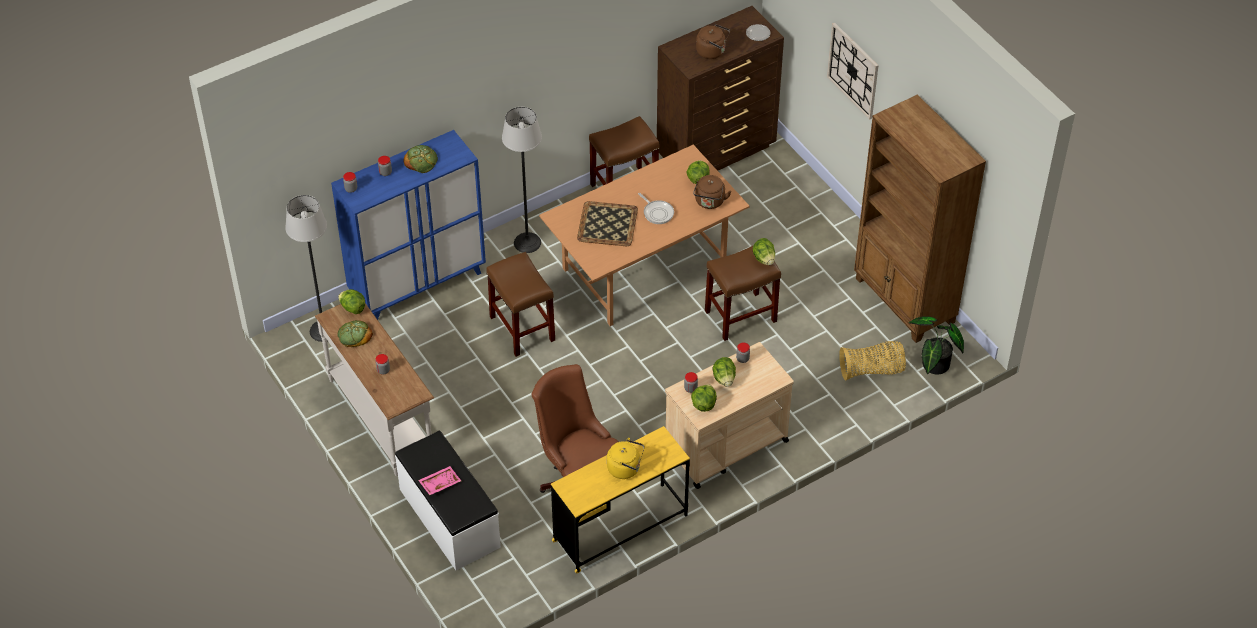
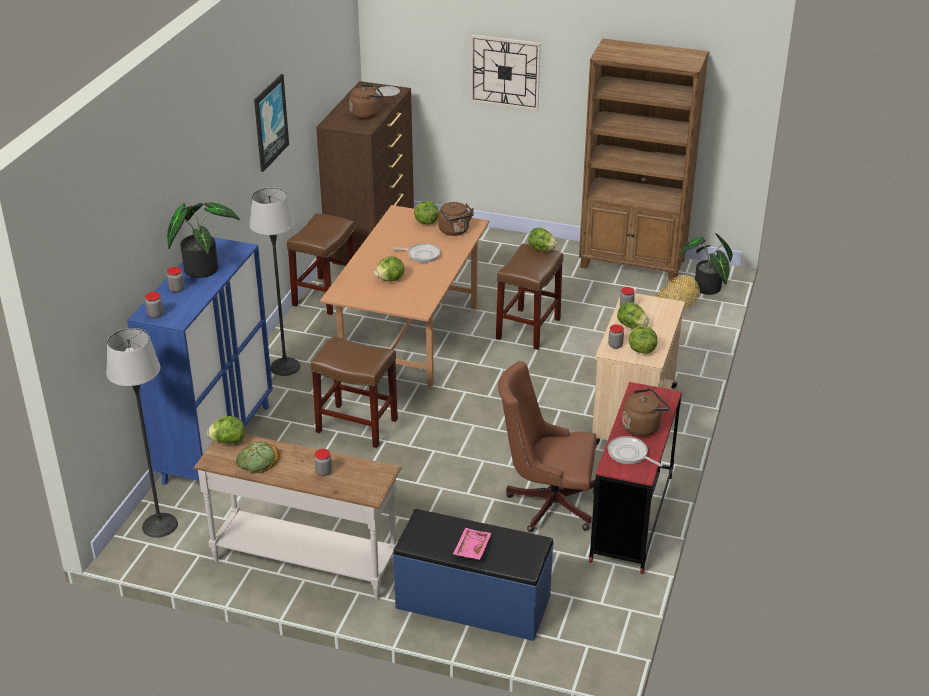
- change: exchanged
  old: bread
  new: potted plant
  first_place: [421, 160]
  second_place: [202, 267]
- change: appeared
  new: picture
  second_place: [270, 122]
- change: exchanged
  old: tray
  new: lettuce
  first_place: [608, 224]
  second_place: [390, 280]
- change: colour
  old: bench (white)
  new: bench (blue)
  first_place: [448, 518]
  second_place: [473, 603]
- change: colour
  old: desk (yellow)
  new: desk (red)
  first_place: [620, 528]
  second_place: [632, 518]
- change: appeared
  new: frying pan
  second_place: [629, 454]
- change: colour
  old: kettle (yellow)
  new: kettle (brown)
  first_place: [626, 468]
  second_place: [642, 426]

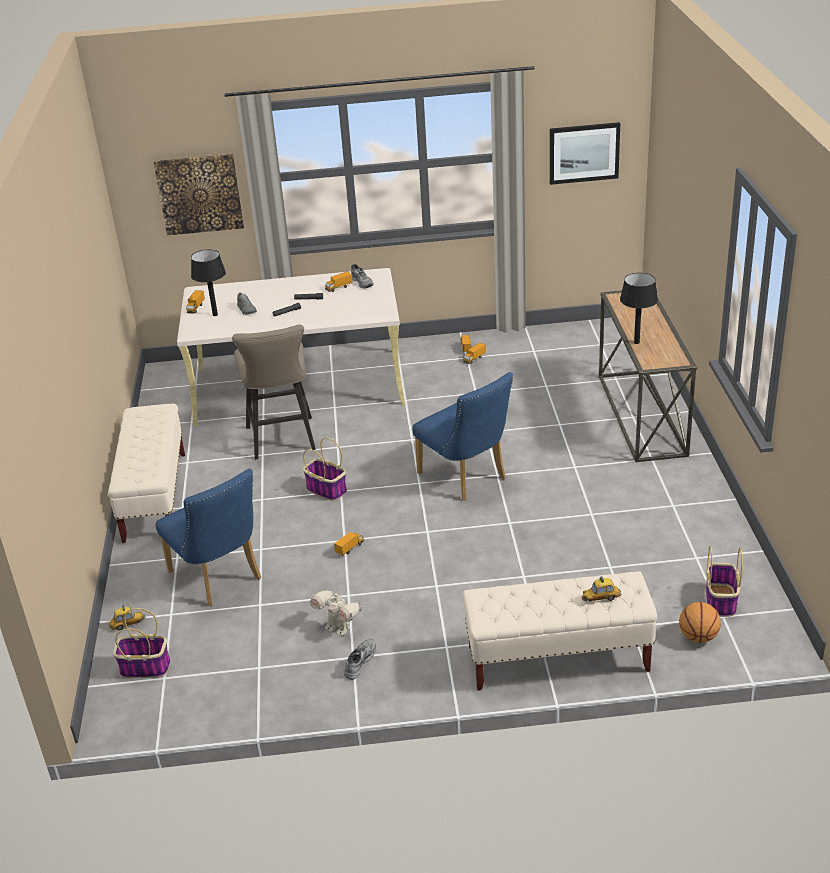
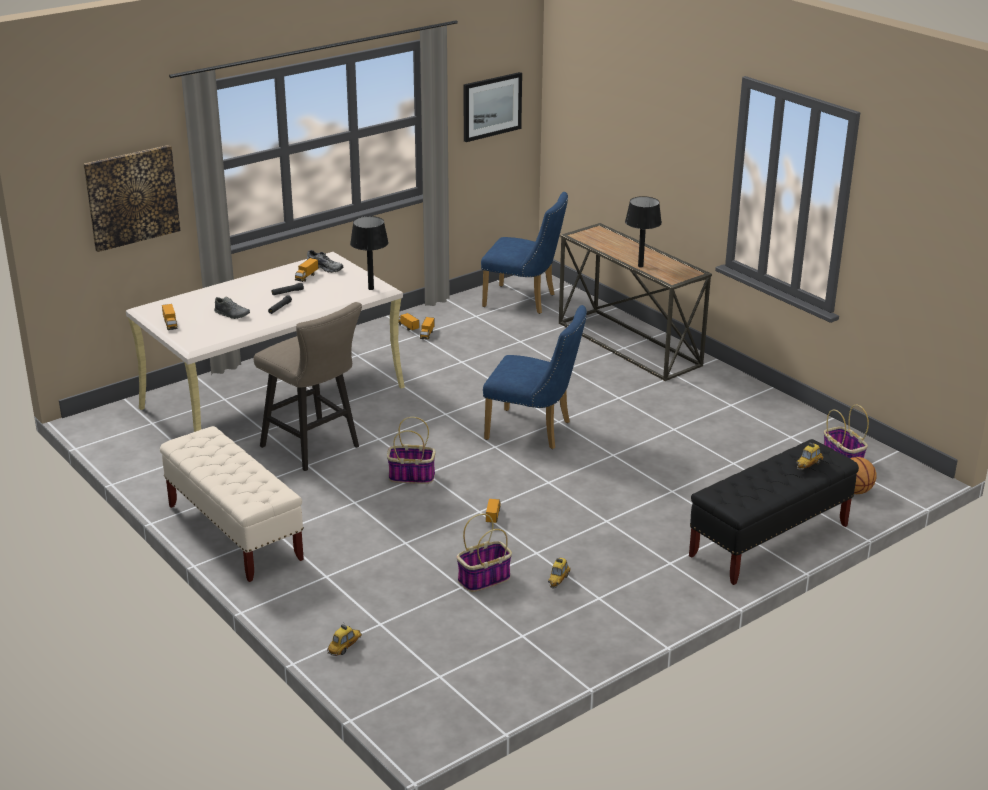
- change: relocated
  old: table lamp (black)
  first_place: [215, 315]
  second_place: [371, 289]
- change: relocated
  old: basket
  first_place: [144, 668]
  second_place: [483, 579]
- change: relocated
  old: chair (blue)
  first_place: [219, 579]
  second_place: [524, 301]
- change: exchanged
  old: toy robot
  new: toy car
  first_place: [338, 627]
  second_place: [558, 580]
- change: colour
  old: bench (beige)
  new: bench (black)
  first_place: [557, 659]
  second_place: [769, 541]
- change: missing
  old: shoe (grey)
  first_place: [359, 661]

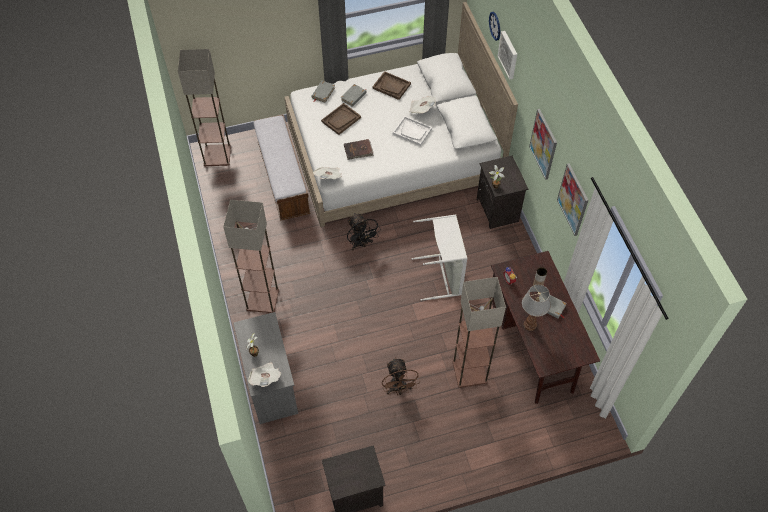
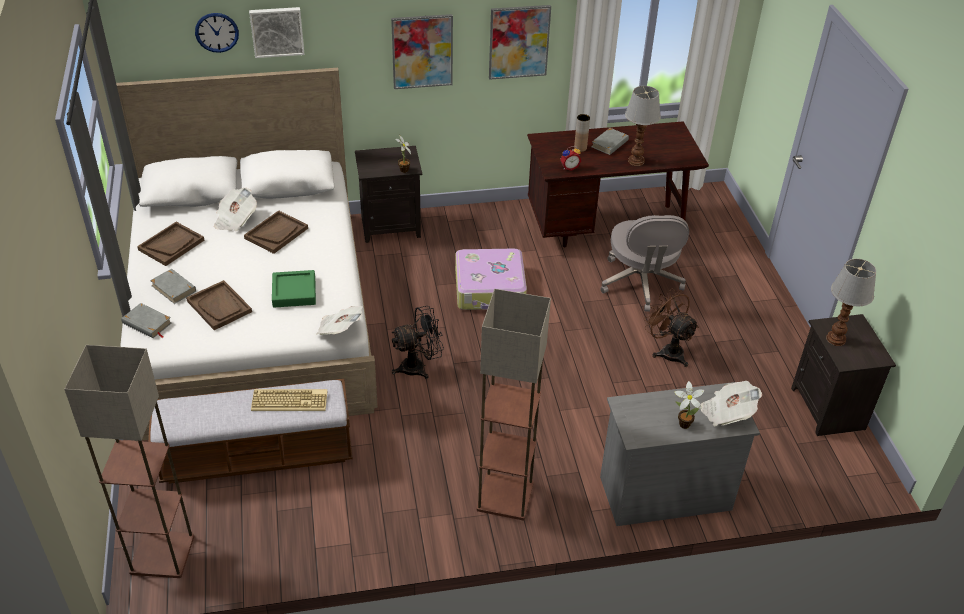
- change: colour
  old: tray (white)
  new: tray (brown)
  first_place: [412, 131]
  second_place: [276, 233]
- change: appeared
  new: keyboard
  second_place: [290, 400]
- change: exchanged
  old: book (brown)
  new: tray (green)
  first_place: [358, 150]
  second_place: [294, 292]
- change: exchanged
  old: laundry basket (grey)
  new: suitcase
  first_place: [443, 276]
  second_place: [490, 289]
- change: exchanged
  old: floor lamp
  new: office chair (grey)
  first_place: [469, 371]
  second_place: [640, 283]
- change: spun
  old: fan (brown)
  first_place: [398, 389]
  second_place: [667, 351]
  degrees: -120
- change: appeared
  new: table lamp
  second_place: [836, 339]

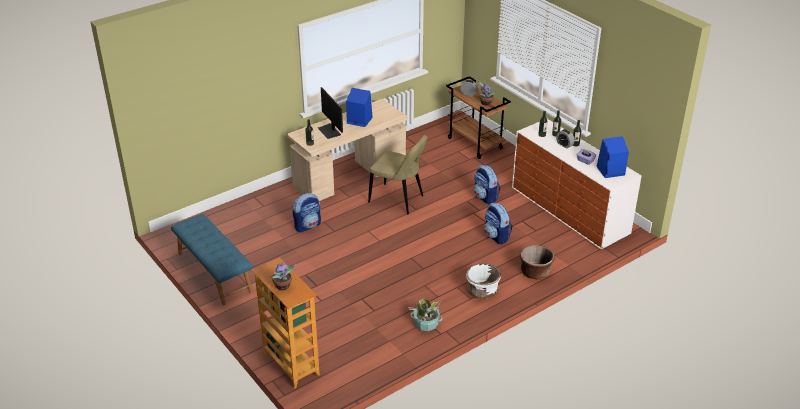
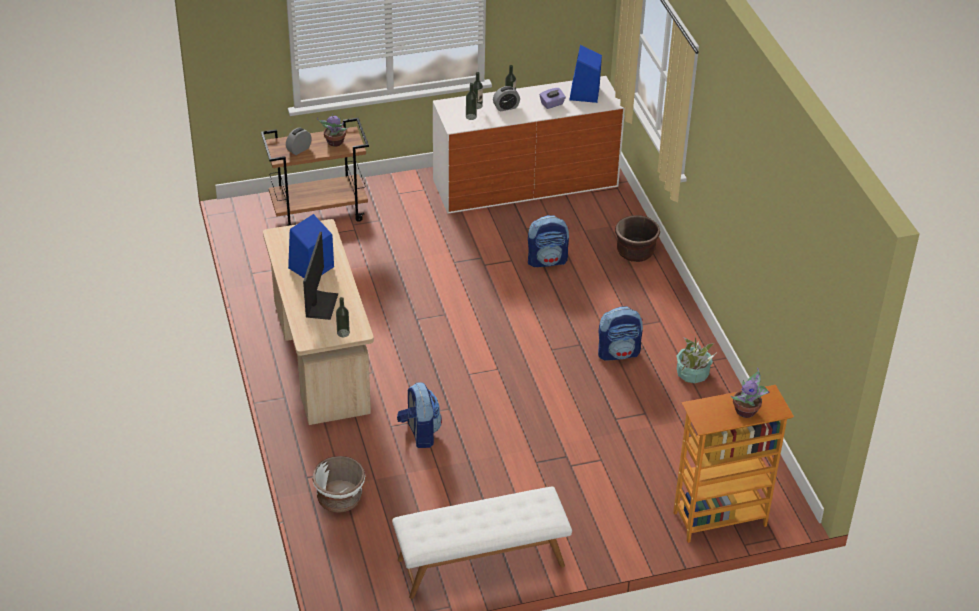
- change: spun
  old: monitor
  first_place: [329, 131]
  second_place: [321, 304]
  degrees: -75
- change: relocated
  old: planter (white)
  first_place: [482, 291]
  second_place: [339, 499]
- change: colour
  old: bench (blue)
  new: bench (white)
  first_place: [214, 273]
  second_place: [481, 563]
- change: relocated
  old: backpack
  first_place: [485, 197]
  second_place: [618, 353]
- change: missing
  old: chair (beige)
  first_place: [398, 200]

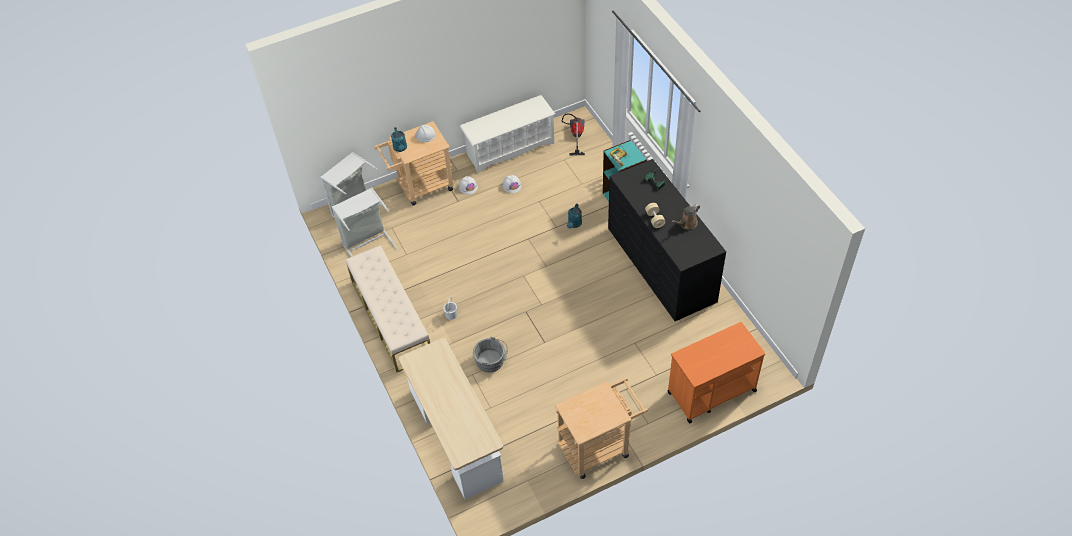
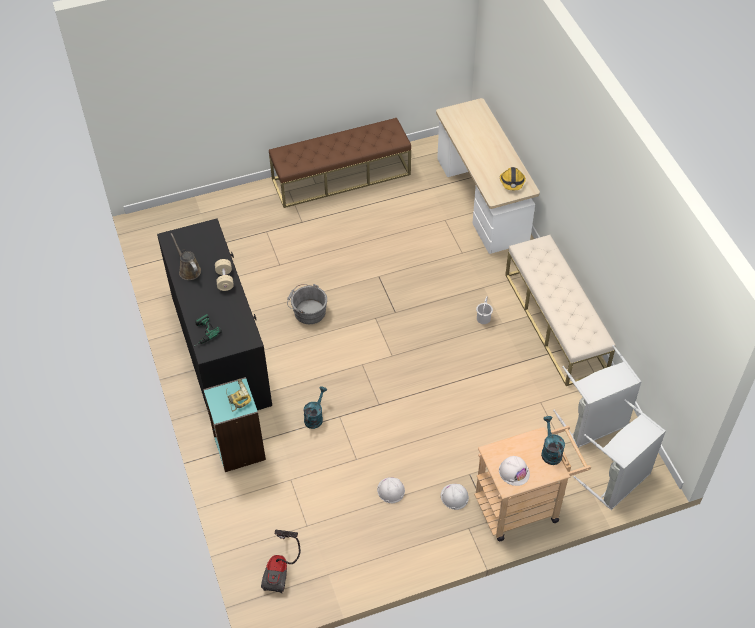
- change: spun
  old: watering can (brown)
  first_place: [687, 224]
  second_place: [188, 270]
  degrees: -90
- change: exchanged
  old: cart (beige)
  new: bench (brown)
  first_place: [599, 446]
  second_place: [341, 177]
- change: relocated
  old: bucket (grey)
  first_place: [491, 361]
  second_place: [308, 311]
- change: appeared
  new: hard hat
  second_place: [512, 182]
- change: missing
  old: shoe rack (white)
  first_place: [510, 148]
- change: missing
  old: cart (orange)
  first_place: [711, 391]

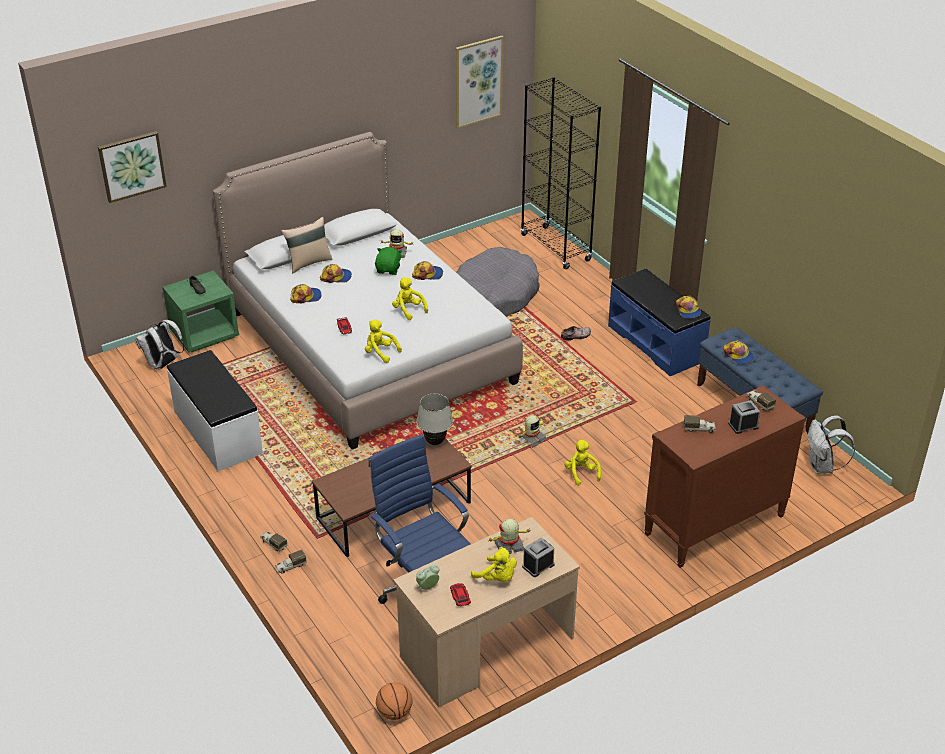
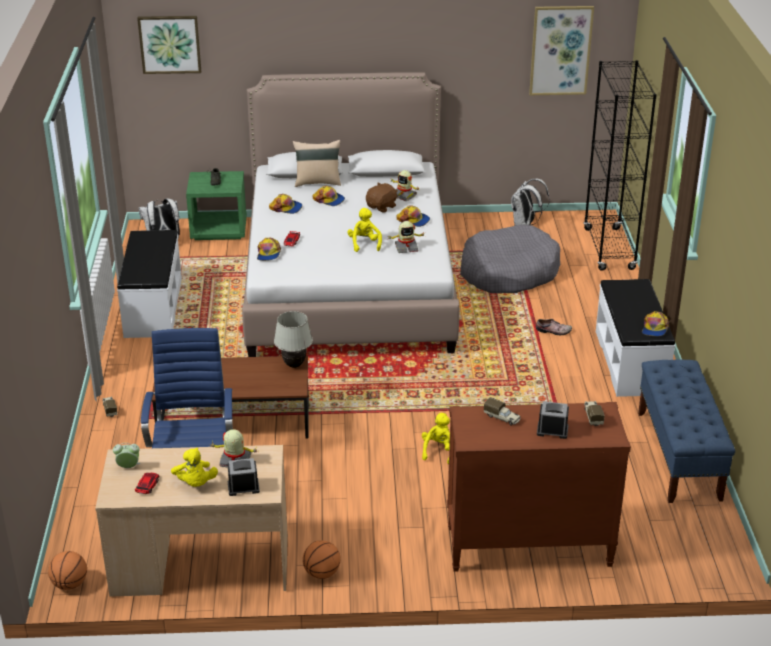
- change: relocated
  old: cap
  first_place: [738, 355]
  second_place: [268, 253]
- change: appeared
  new: basketball
  second_place: [322, 573]
- change: colour
  old: plush toy (green)
  new: plush toy (brown)
  first_place: [388, 269]
  second_place: [382, 207]
- change: relocated
  old: toy robot
  first_place: [532, 439]
  second_place: [406, 248]
- change: relocated
  old: backpack (white)
  first_place: [822, 467]
  second_place: [525, 225]
- change: colour
  old: bench (blue)
  new: bench (white)
  first_place: [656, 343]
  second_place: [631, 362]
- change: missing
  old: toy truck
  first_place: [290, 566]
- change: missing
  old: plush toy (yellow)
  first_place: [380, 353]

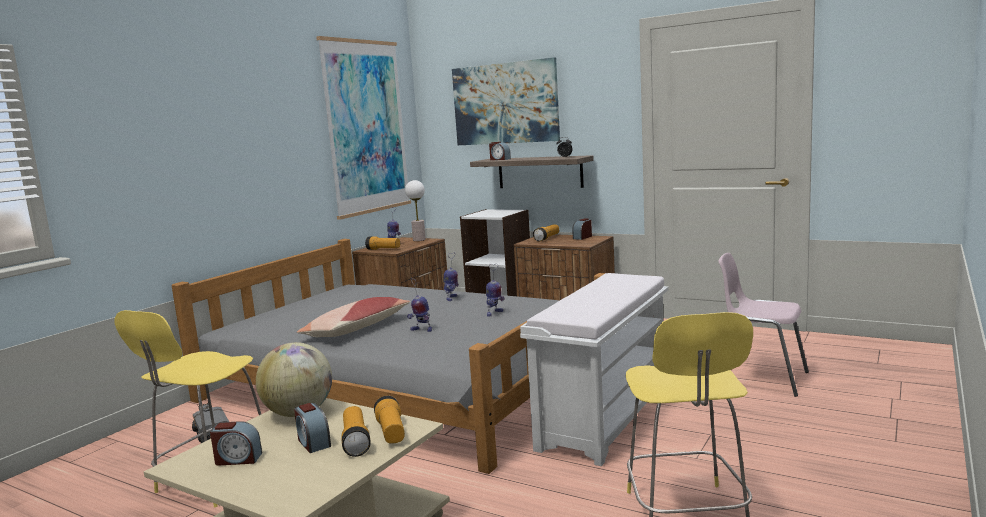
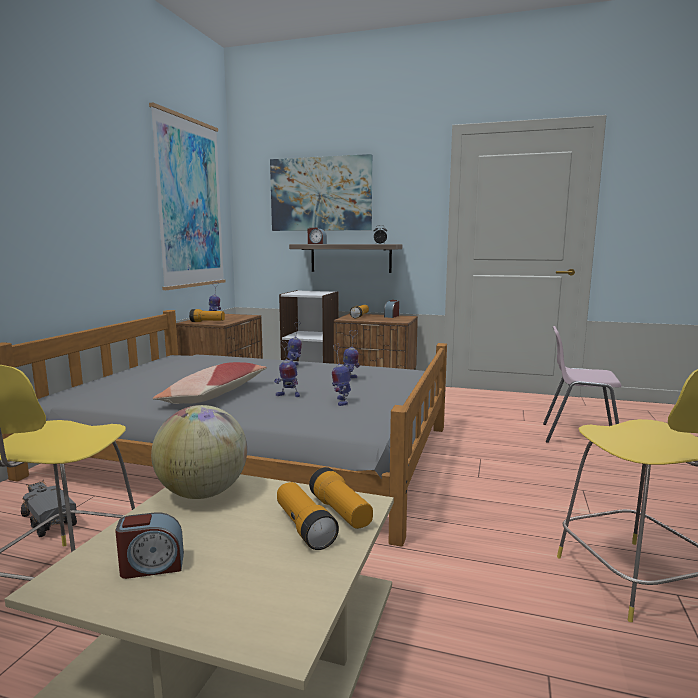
- change: appeared
  new: toy robot
  second_place: [341, 401]
- change: missing
  old: alarm clock
  first_place: [313, 443]
- change: missing
  old: table lamp
  first_place: [419, 240]
- change: missing
  old: bench (white)
  first_place: [604, 417]

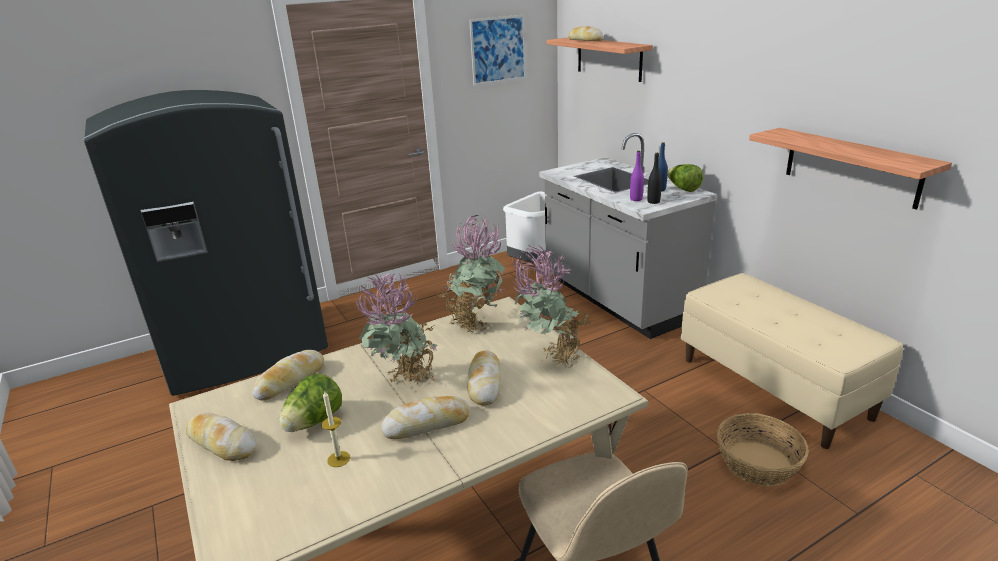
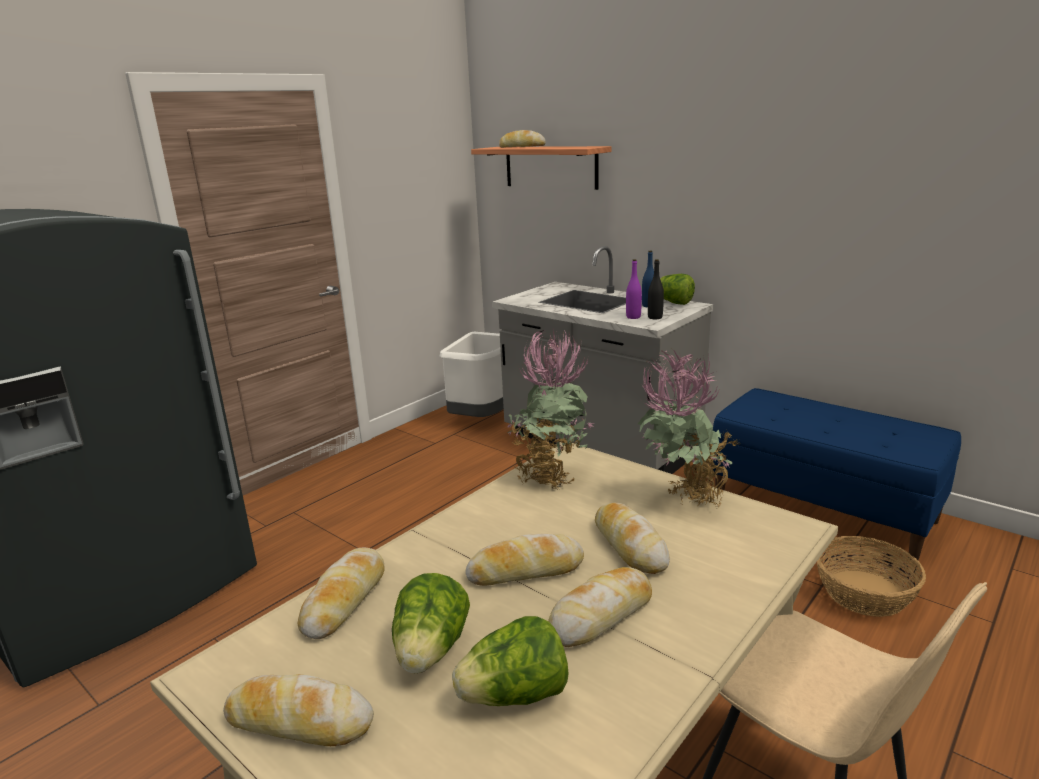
- change: exchanged
  old: candle
  new: lettuce
  first_place: [338, 459]
  second_place: [515, 696]
- change: exchanged
  old: potted plant
  new: bread
  first_place: [405, 385]
  second_place: [525, 570]
- change: colour
  old: bench (beige)
  new: bench (blue)
  first_place: [774, 387]
  second_place: [823, 508]
- change: missing
  old: picture
  first_place: [498, 50]
- change: missing
  old: shelf
  first_place: [851, 167]

